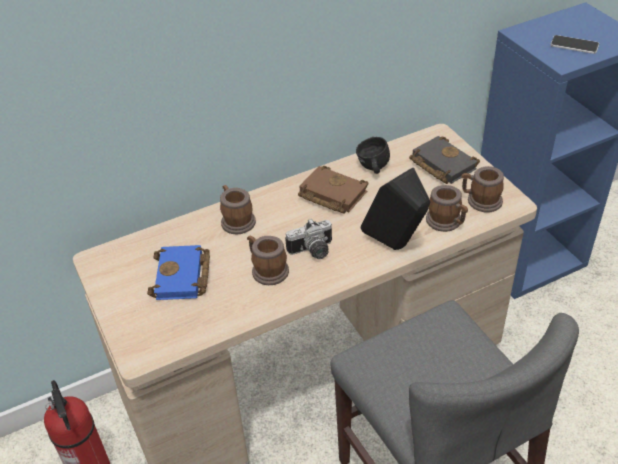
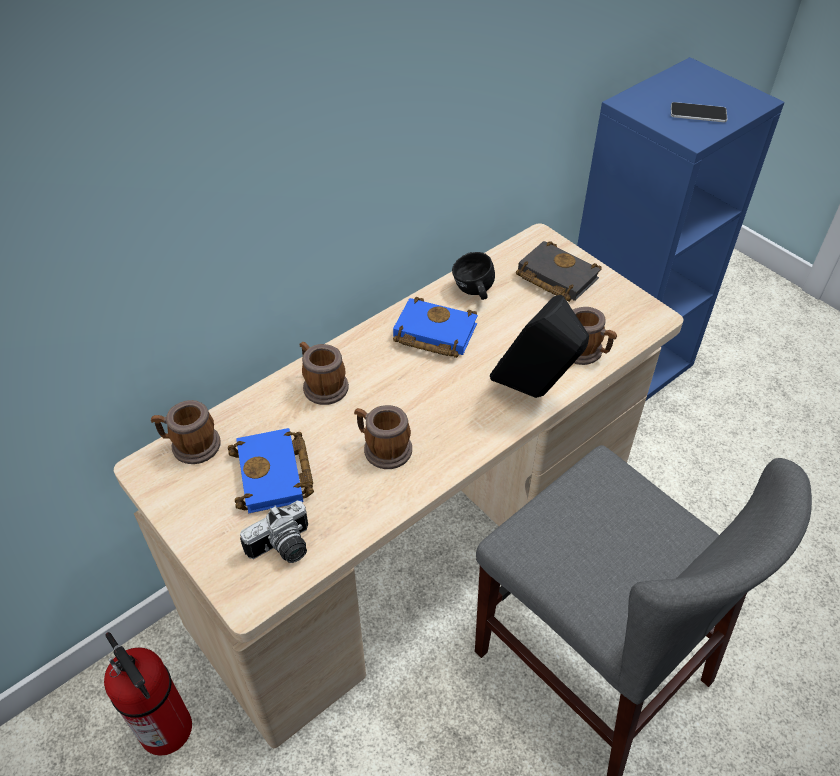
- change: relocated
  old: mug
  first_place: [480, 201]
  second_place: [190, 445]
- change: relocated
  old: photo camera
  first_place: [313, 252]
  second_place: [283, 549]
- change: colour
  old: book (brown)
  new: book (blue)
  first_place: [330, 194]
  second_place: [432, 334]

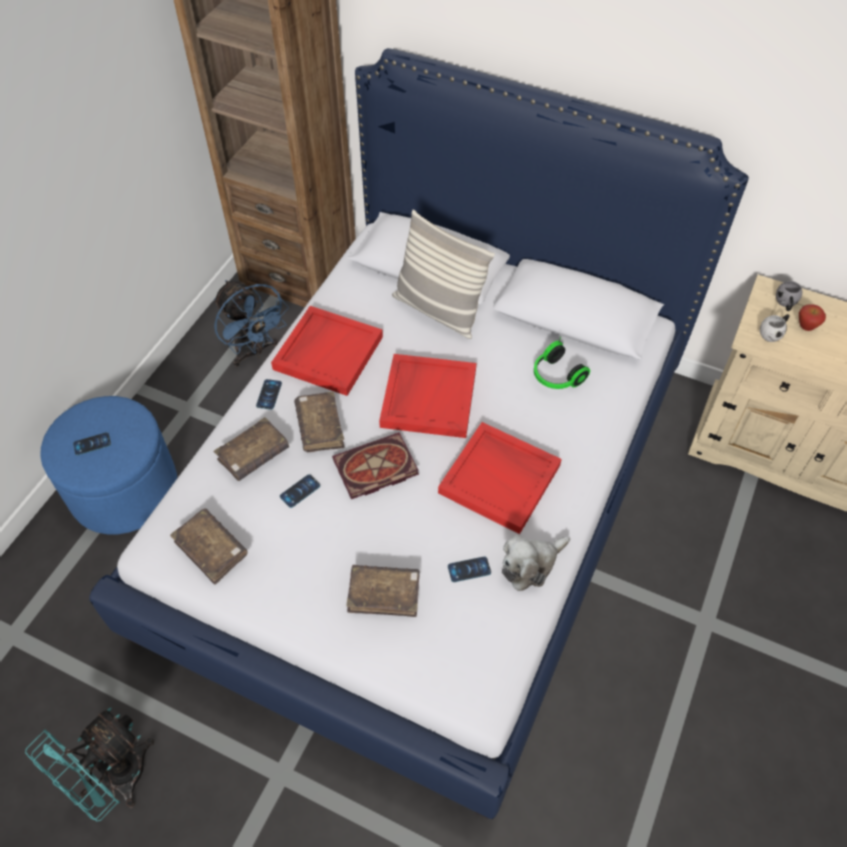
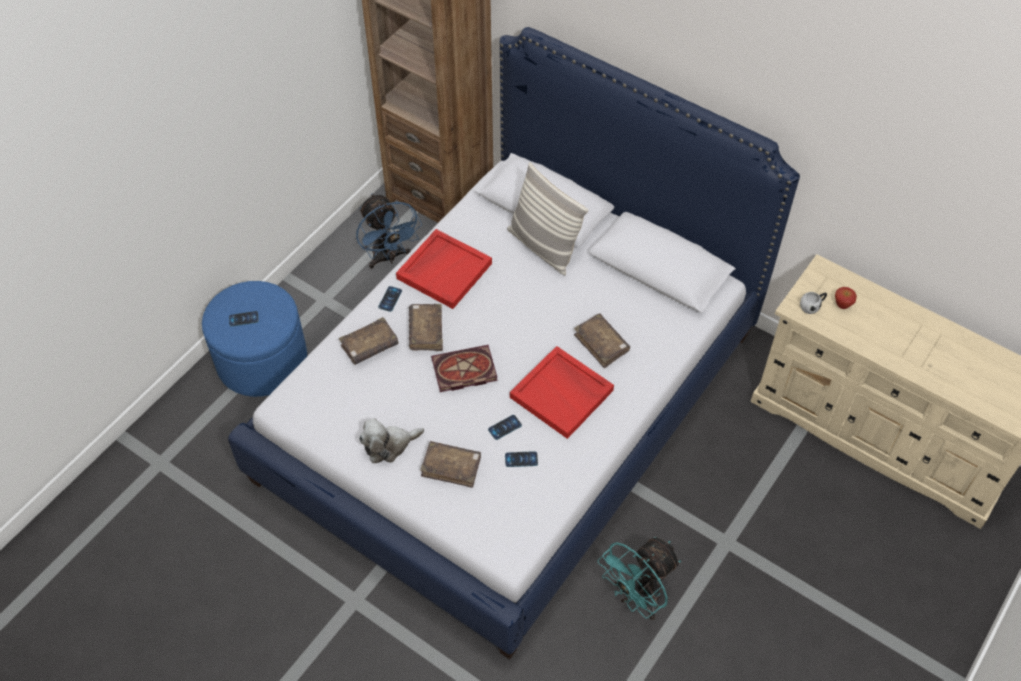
- change: relocated
  old: plush toy
  first_place: [531, 565]
  second_place: [389, 445]
- change: relocated
  old: phone
  first_place: [300, 491]
  second_place: [504, 427]
- change: relocated
  old: book (brown)
  first_place: [211, 550]
  second_place: [601, 344]
- change: relocated
  old: fan (turquoise)
  first_place: [114, 780]
  second_place: [637, 598]
- change: missing
  old: tray (red)
  first_place: [428, 397]
- change: missing
  old: headphones
  first_place: [555, 376]
- change: missing
  old: mug (grey)
  first_place: [785, 304]

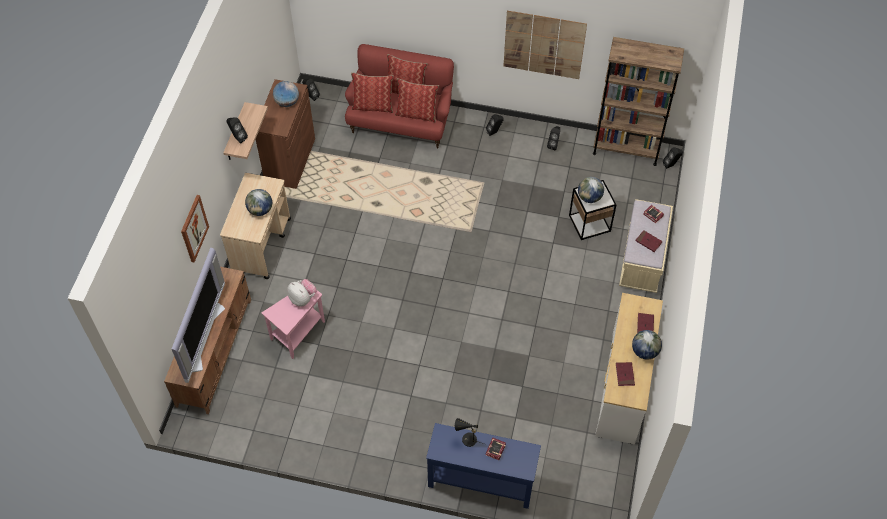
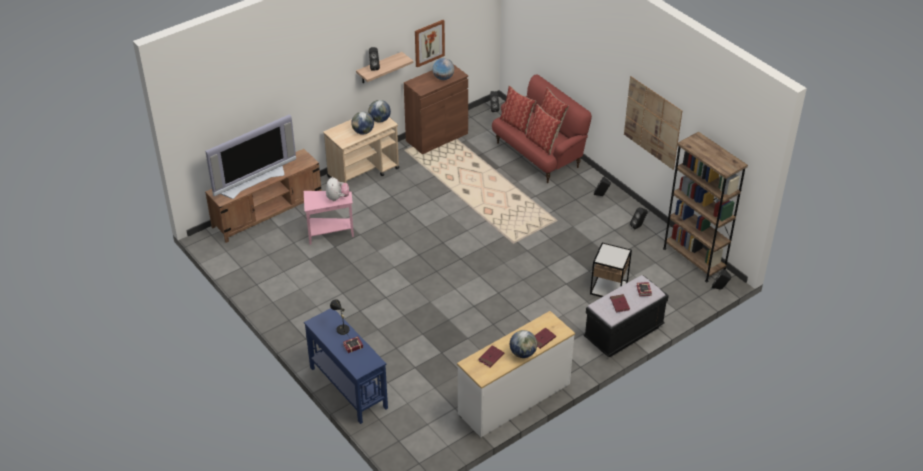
- change: relocated
  old: globe
  first_place: [589, 197]
  second_place: [379, 120]
- change: relocated
  old: picture
  first_place: [194, 228]
  second_place: [429, 43]
- change: colour
  old: bench (beige)
  new: bench (black)
  first_place: [642, 260]
  second_place: [623, 333]

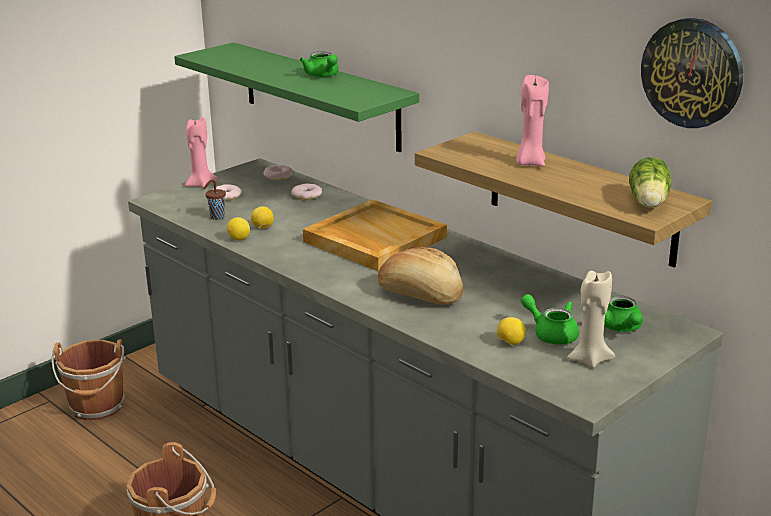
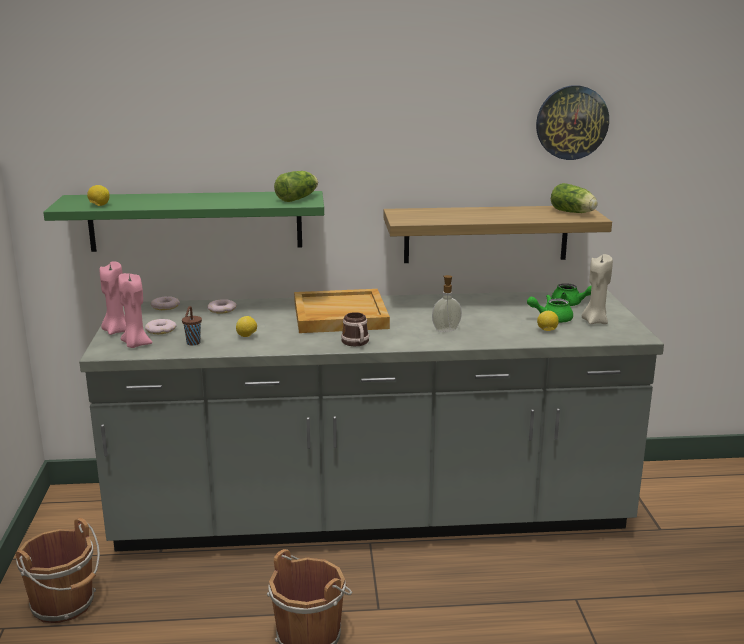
- change: relocated
  old: lemon
  first_place: [238, 239]
  second_place: [99, 205]
- change: relocated
  old: candle (pink)
  first_place: [530, 163]
  second_place: [135, 344]
- change: appeared
  new: lettuce
  second_place: [299, 198]
- change: appeared
  new: mug
  second_place: [356, 343]
- change: exchanged
  old: bread
  new: soap dispenser
  first_place: [420, 295]
  second_place: [445, 330]
- change: missing
  old: teapot (green)
  first_place: [323, 76]

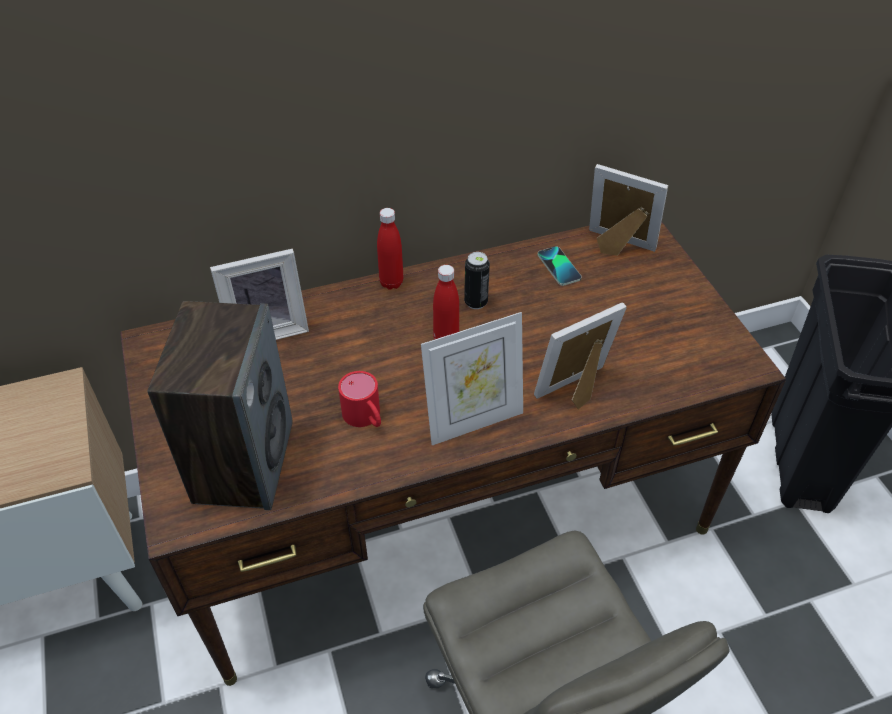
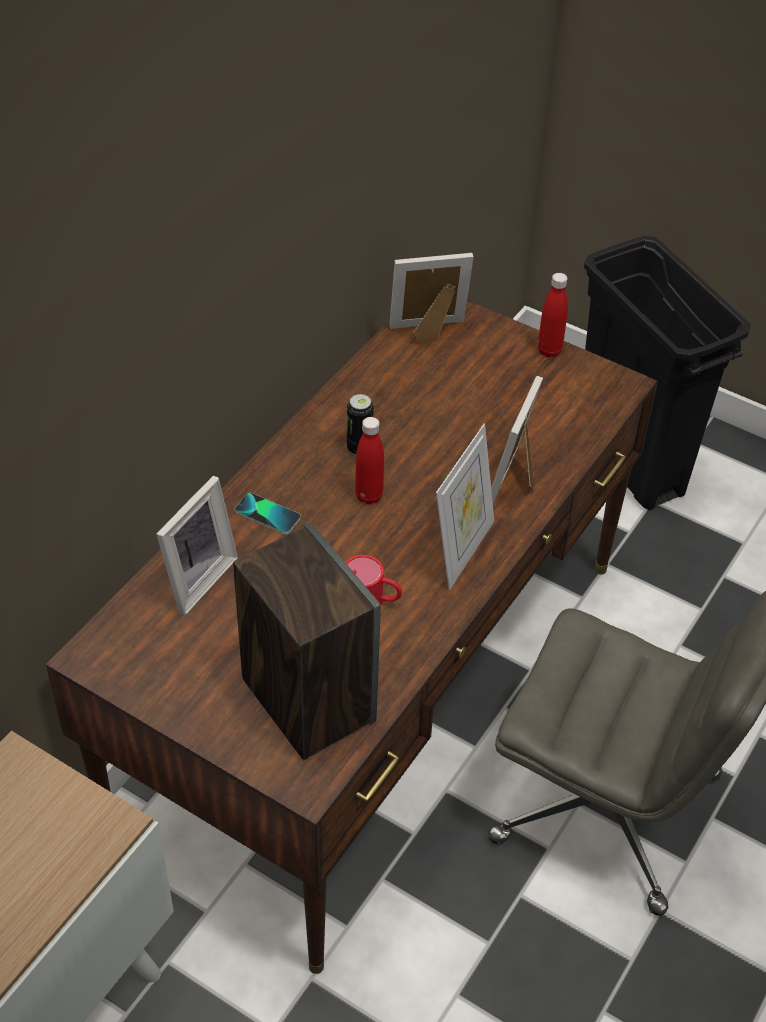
- change: relocated
  old: phone
  first_place: [559, 267]
  second_place: [267, 514]
- change: relocated
  old: bottle (red)
  first_place: [391, 283]
  second_place: [549, 351]

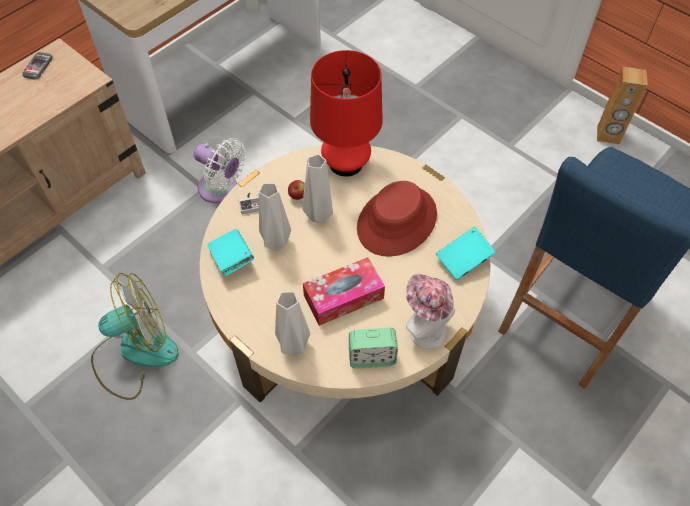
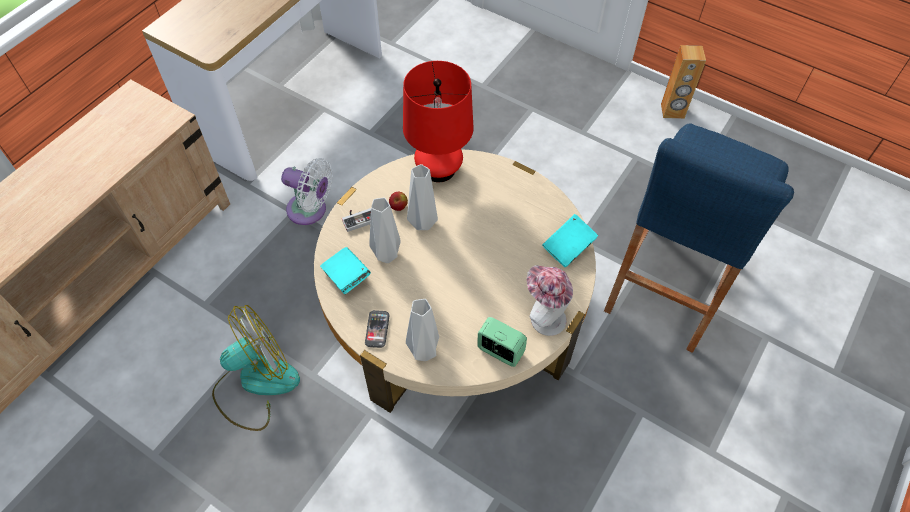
- change: relocated
  old: phone
  first_place: [38, 67]
  second_place: [377, 329]
- change: spun
  old: alarm clock
  first_place: [372, 357]
  second_place: [500, 351]
  degrees: -135
- change: missing
  old: tissue box
  first_place: [343, 297]
- change: missing
  old: hat (red)
  first_place: [397, 221]

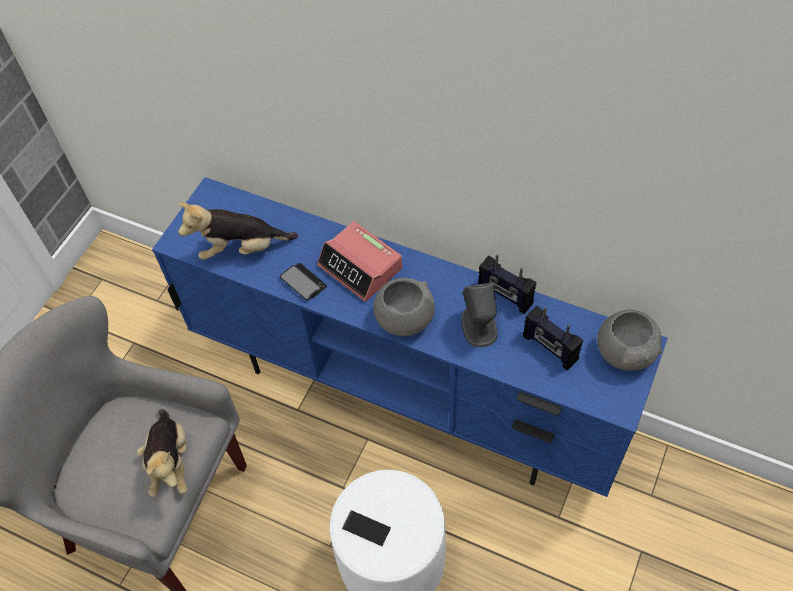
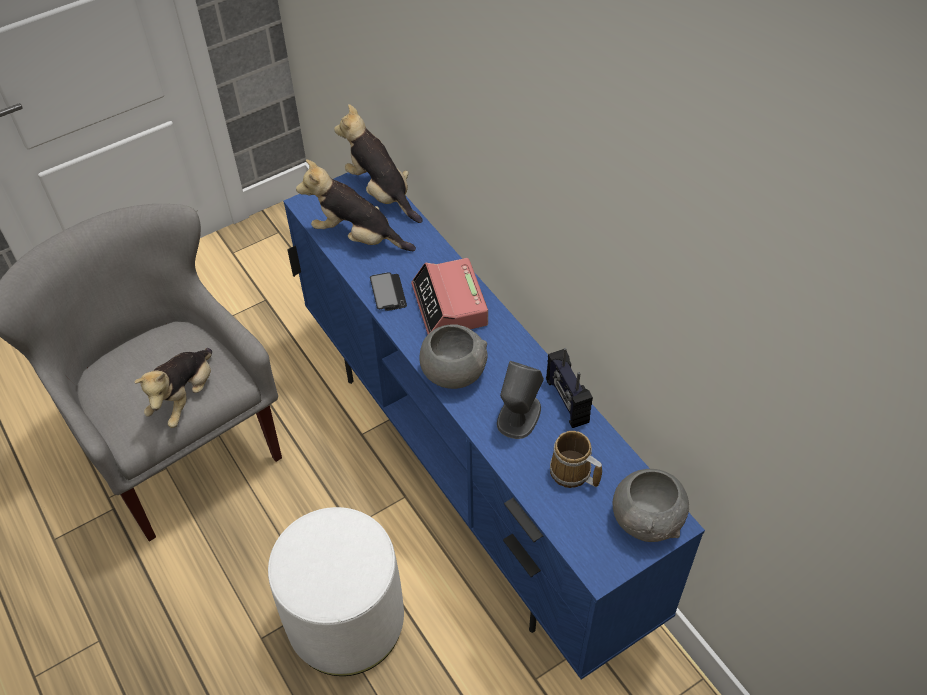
- change: appeared
  new: plush toy
  second_place: [381, 193]
- change: exchanged
  old: radio
  new: mug
  first_place: [549, 348]
  second_place: [572, 473]
- change: missing
  old: phone
  first_place: [366, 528]

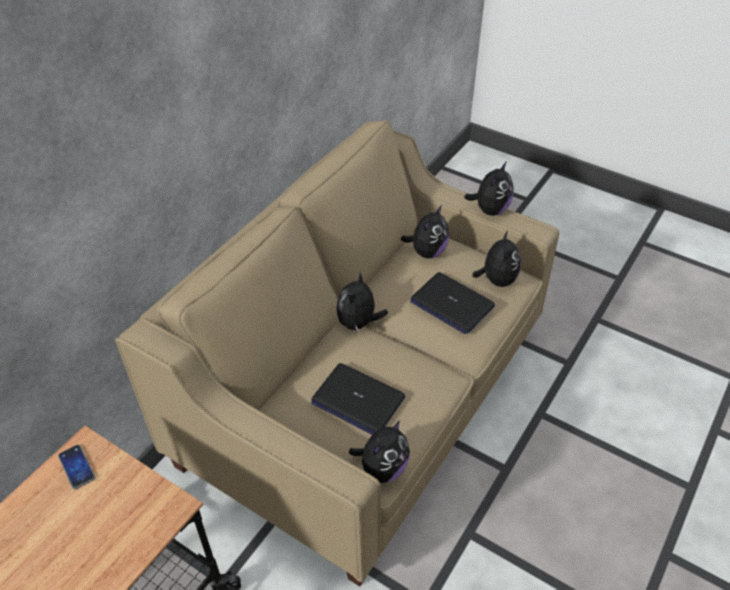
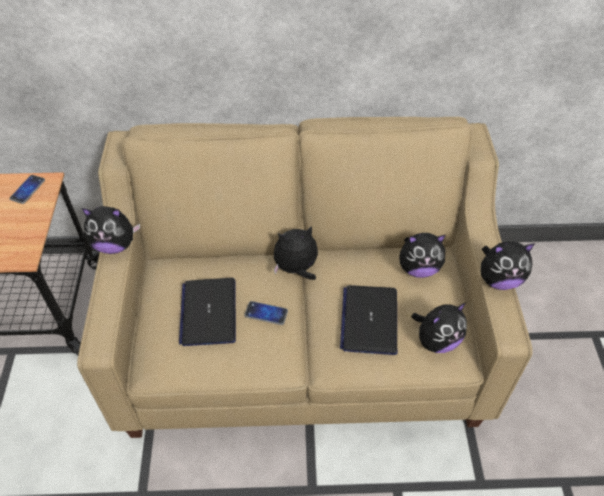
- change: relocated
  old: plush toy
  first_place: [382, 468]
  second_place: [115, 245]
- change: appeared
  new: phone
  second_place: [266, 313]

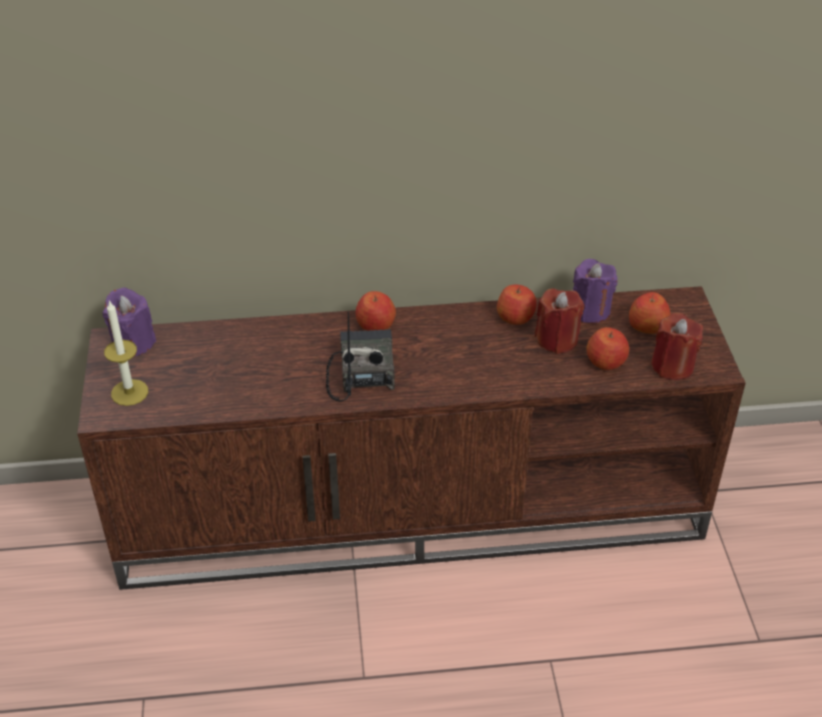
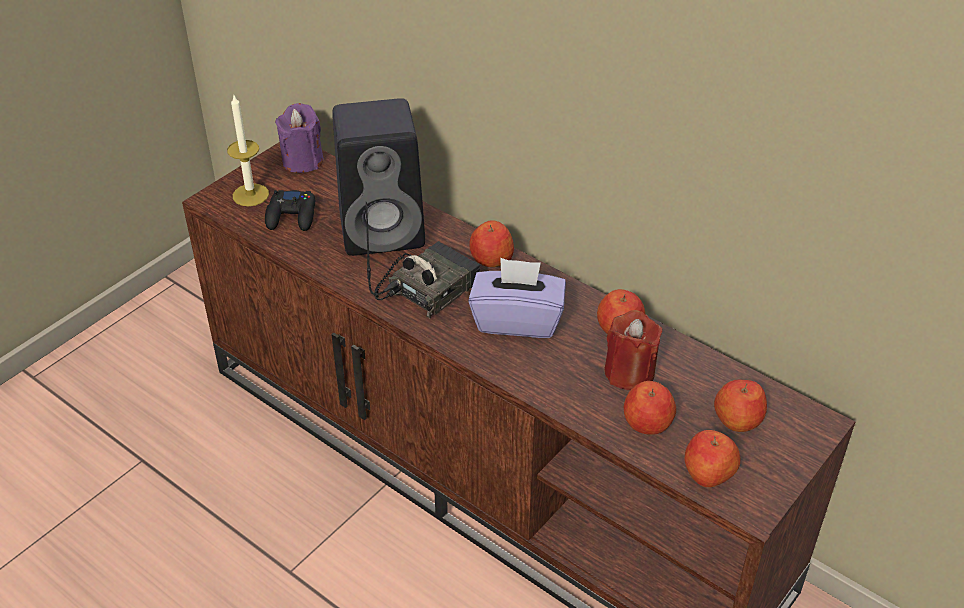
- change: appeared
  new: game controller (black)
  second_place: [292, 216]
- change: appeared
  new: speaker (black)
  second_place: [385, 230]
- change: appeared
  new: tissue box (purple)
  second_place: [517, 320]
- change: exchanged
  old: candle (red)
  new: apple
  first_place: [672, 366]
  second_place: [708, 472]
- change: missing
  old: candle (purple)
  first_place: [590, 310]

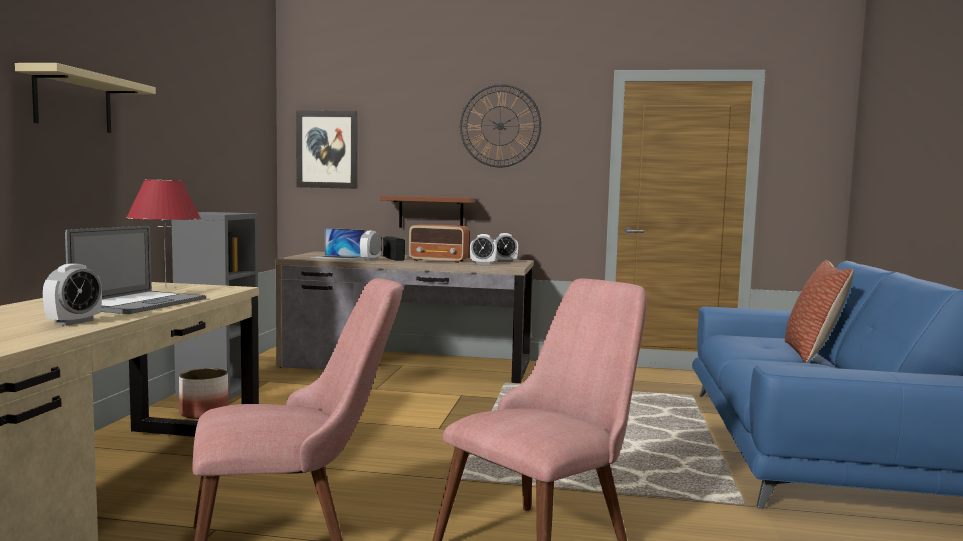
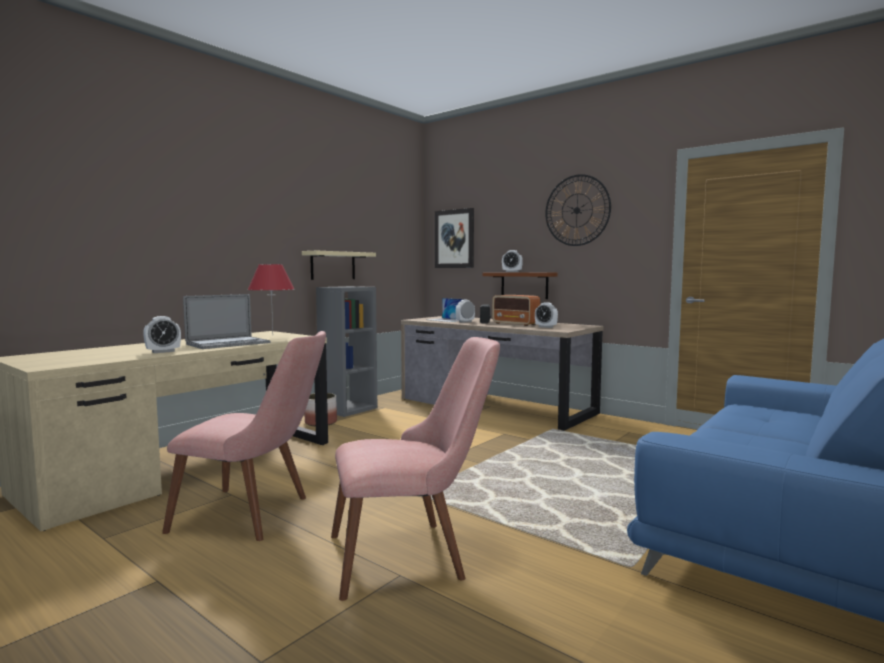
- change: relocated
  old: shelf (beige)
  first_place: [73, 102]
  second_place: [333, 265]
- change: relocated
  old: alarm clock
  first_place: [504, 261]
  second_place: [512, 272]
- change: missing
  old: pillow
  first_place: [812, 353]

